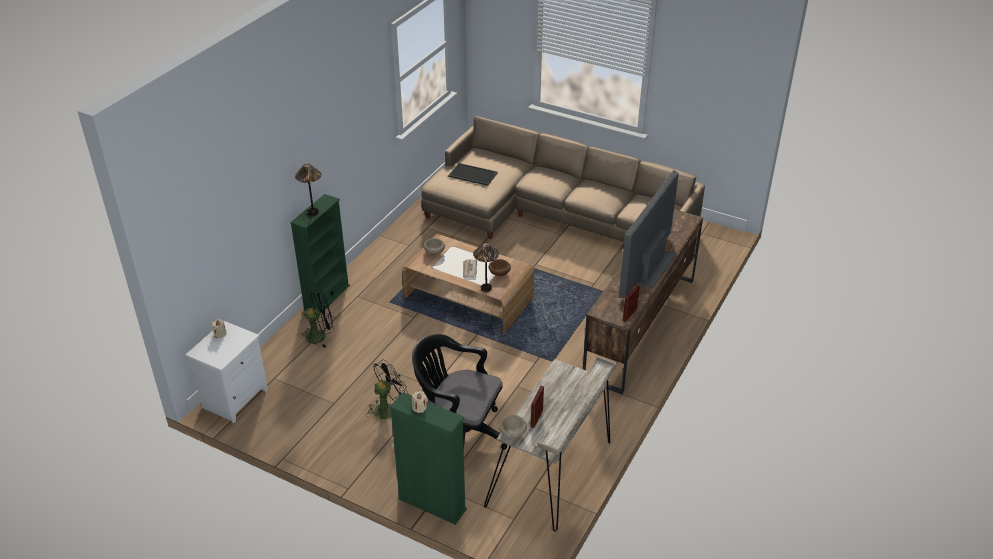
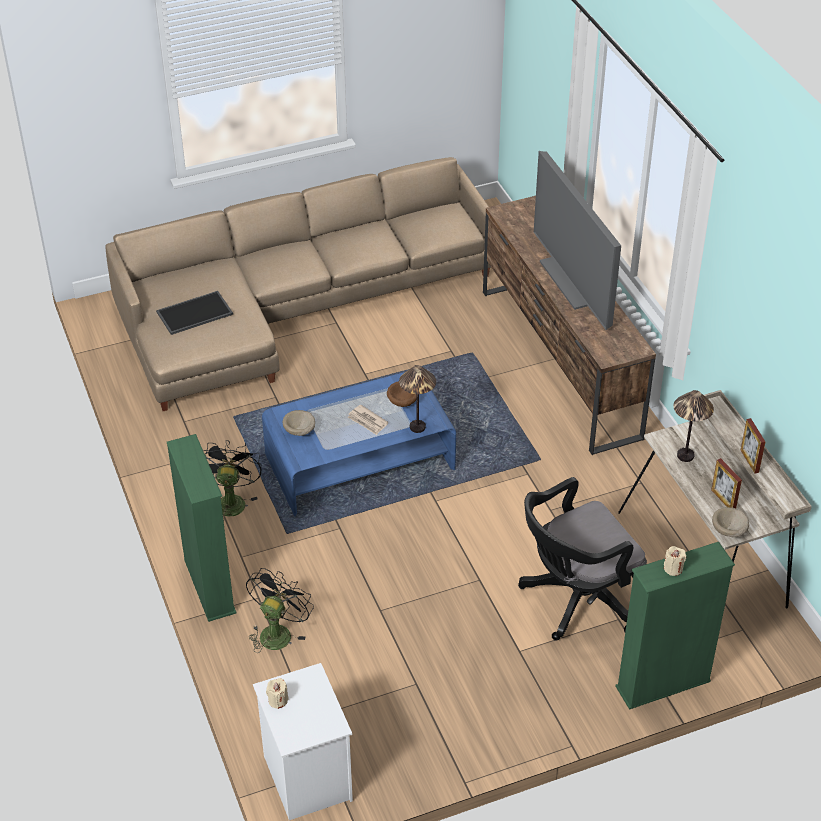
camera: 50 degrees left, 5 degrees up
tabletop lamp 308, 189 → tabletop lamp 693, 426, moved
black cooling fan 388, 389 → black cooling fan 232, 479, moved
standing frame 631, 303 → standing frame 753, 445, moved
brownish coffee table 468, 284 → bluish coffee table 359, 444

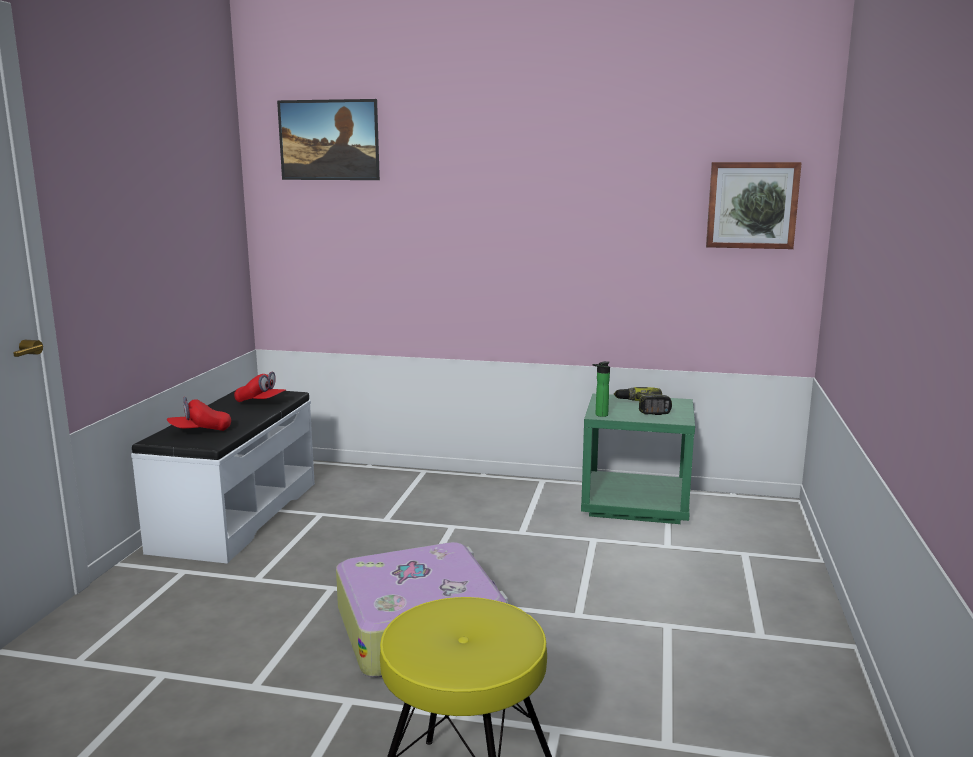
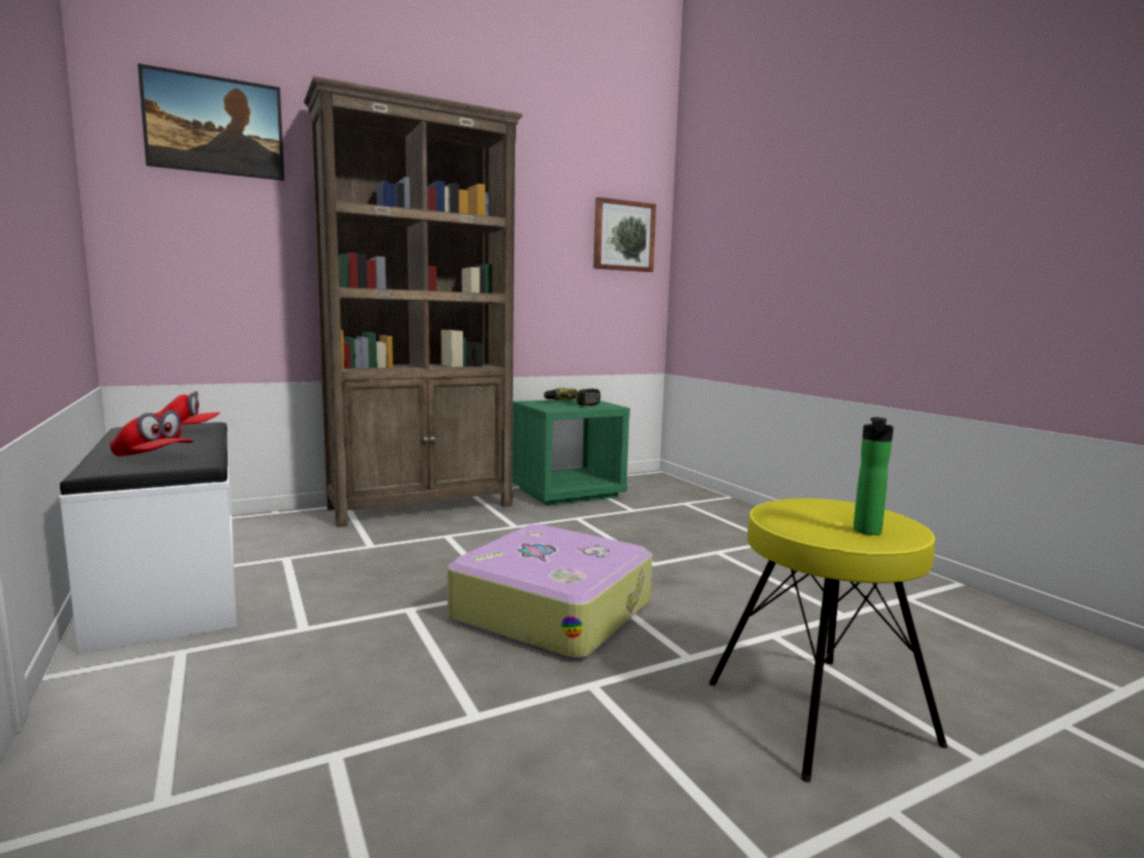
camera: 40 degrees left, 5 degrees down
- → brownish bookcase 413, 301
bottle 601, 389 → bottle 873, 476, moved
red peaked cap 199, 414 → red peaked cap 152, 433, 90 degrees counterclockwise

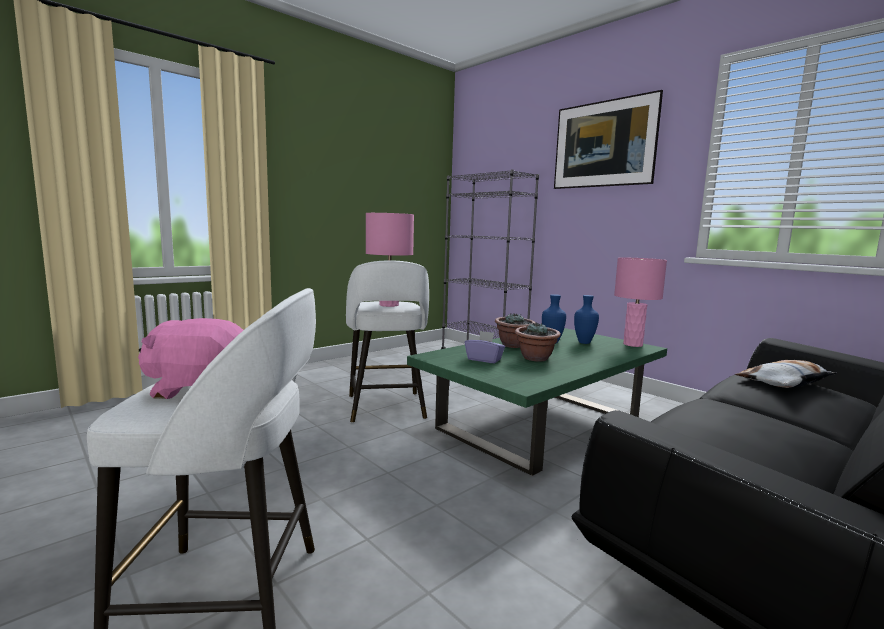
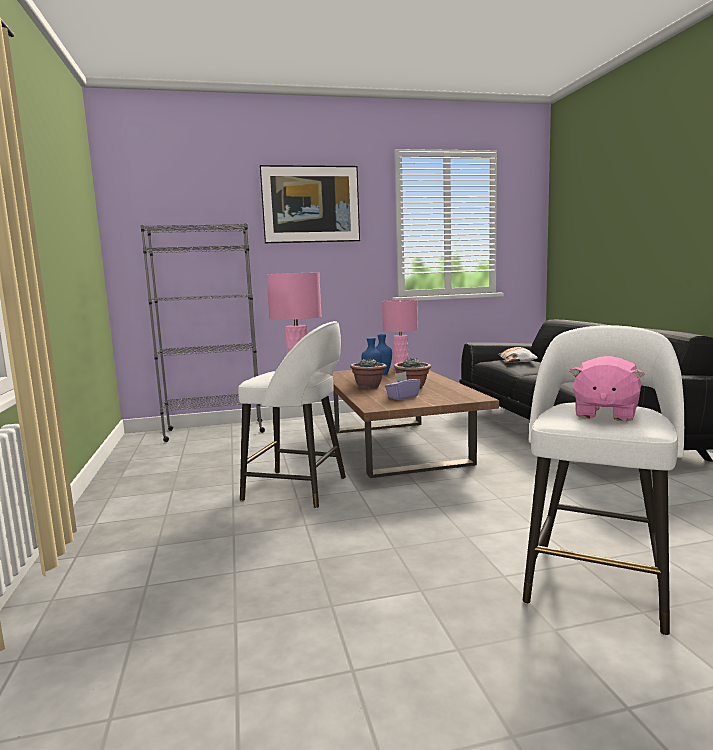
camera: 60 degrees left, 0 degrees up
greenish coffee table 537, 402 → brownish coffee table 415, 422

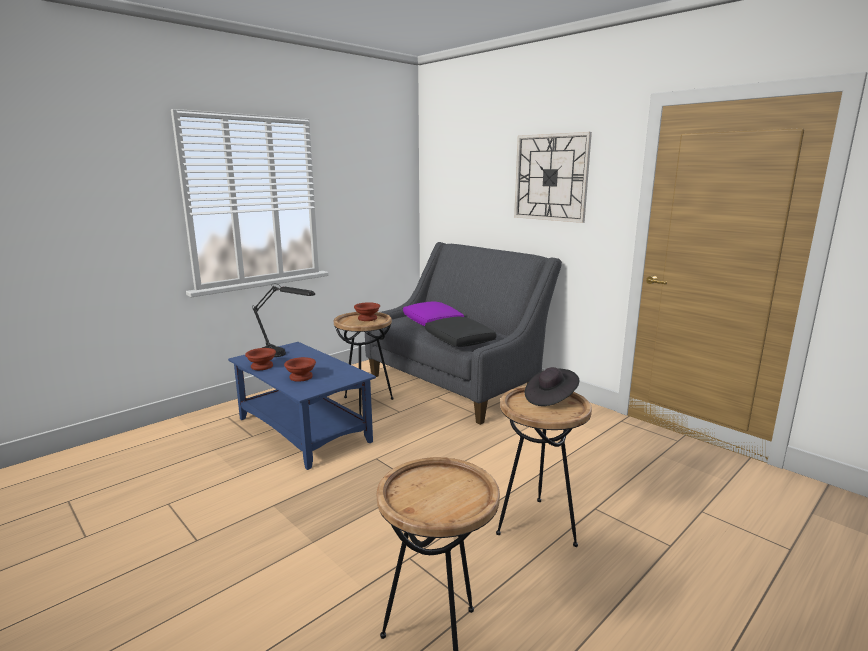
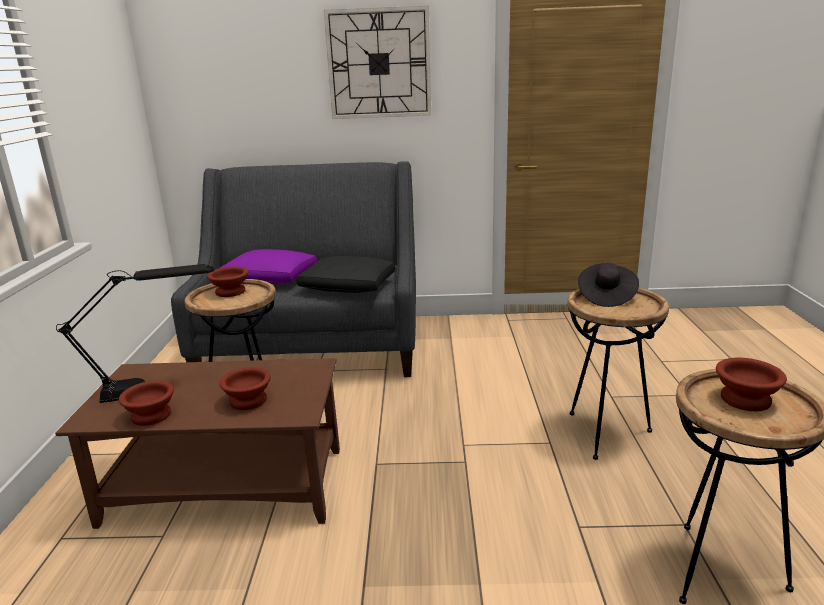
camera: 45 degrees left, 5 degrees up
- → brownish serving bowl 751, 384
bluish coffee table 302, 406 → brownish coffee table 197, 443

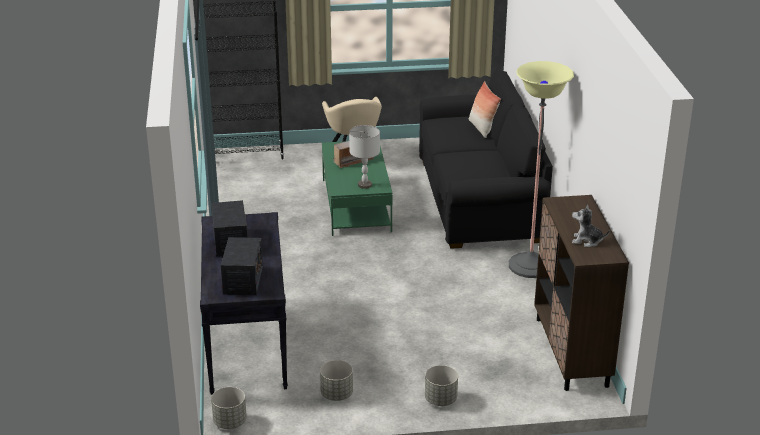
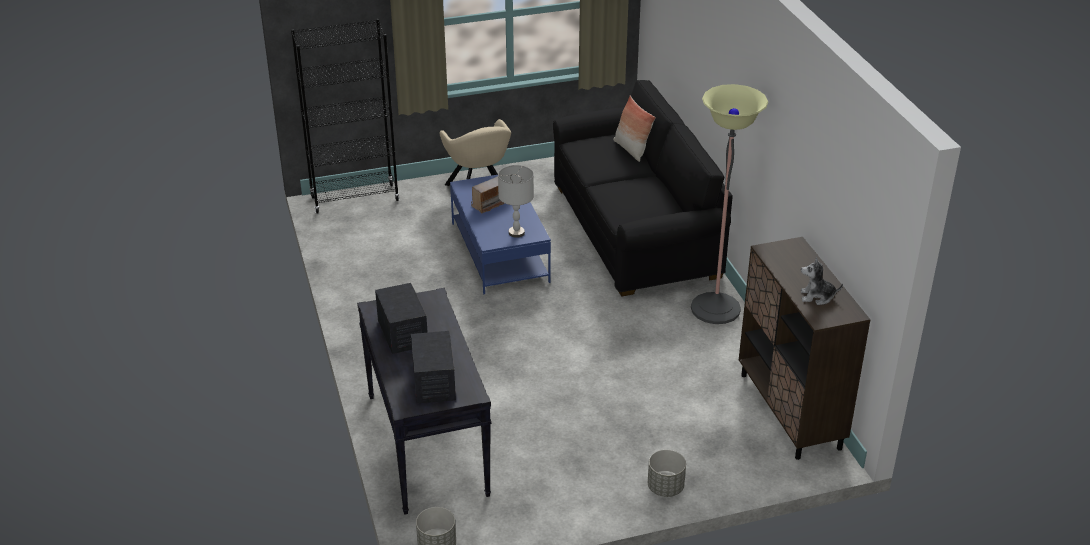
camera: 10 degrees left, 5 degrees up
greyish planter 336, 380 → -
greenish coffee table 357, 188 → bluish coffee table 500, 235

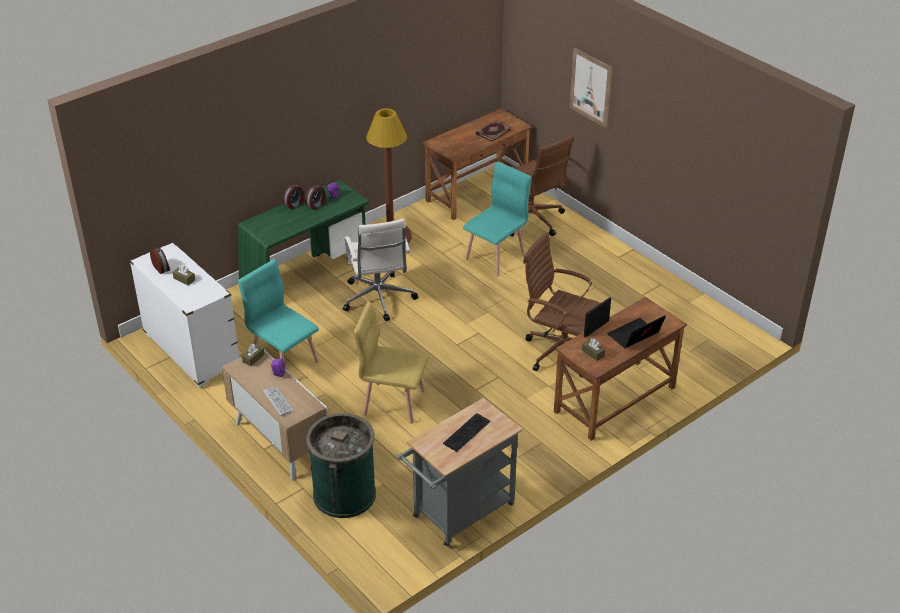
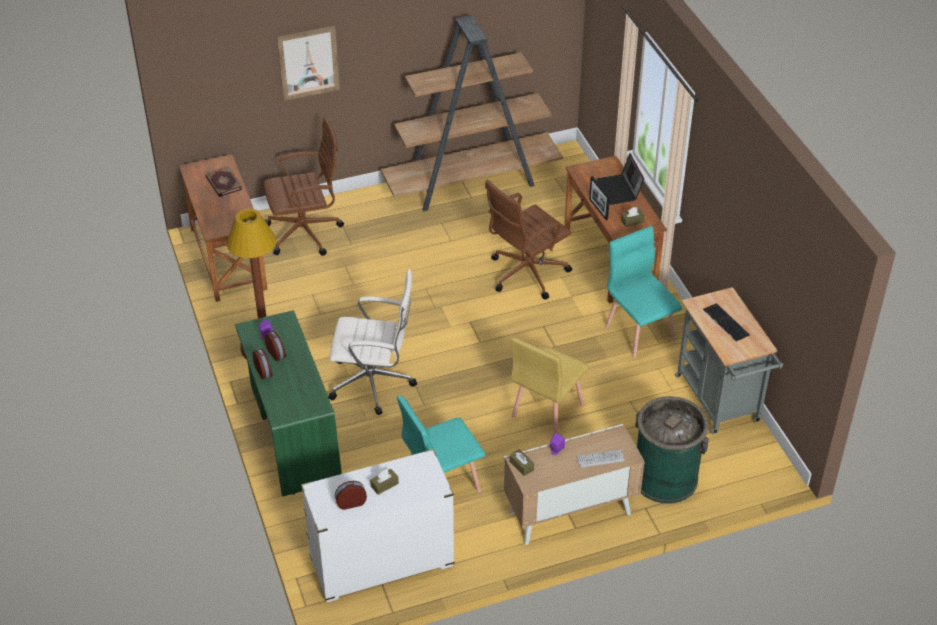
camera: 70 degrees left, 5 degrees up
- → brownish bookcase 472, 113
blue-green plain chair 497, 219 → blue-green plain chair 643, 292, moved

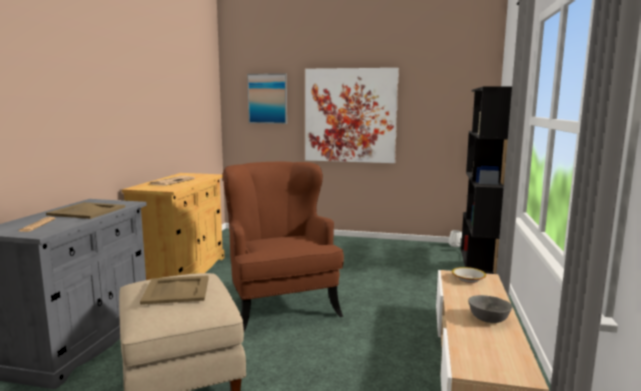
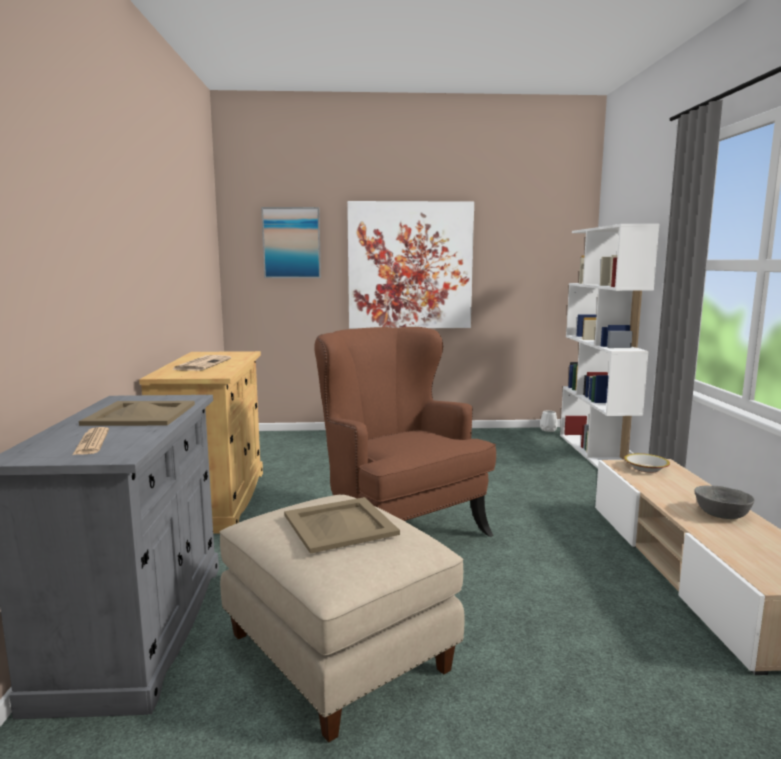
camera: 15 degrees left, 0 degrees up
black bookcase 486, 180 → white-coloured bookcase 610, 346

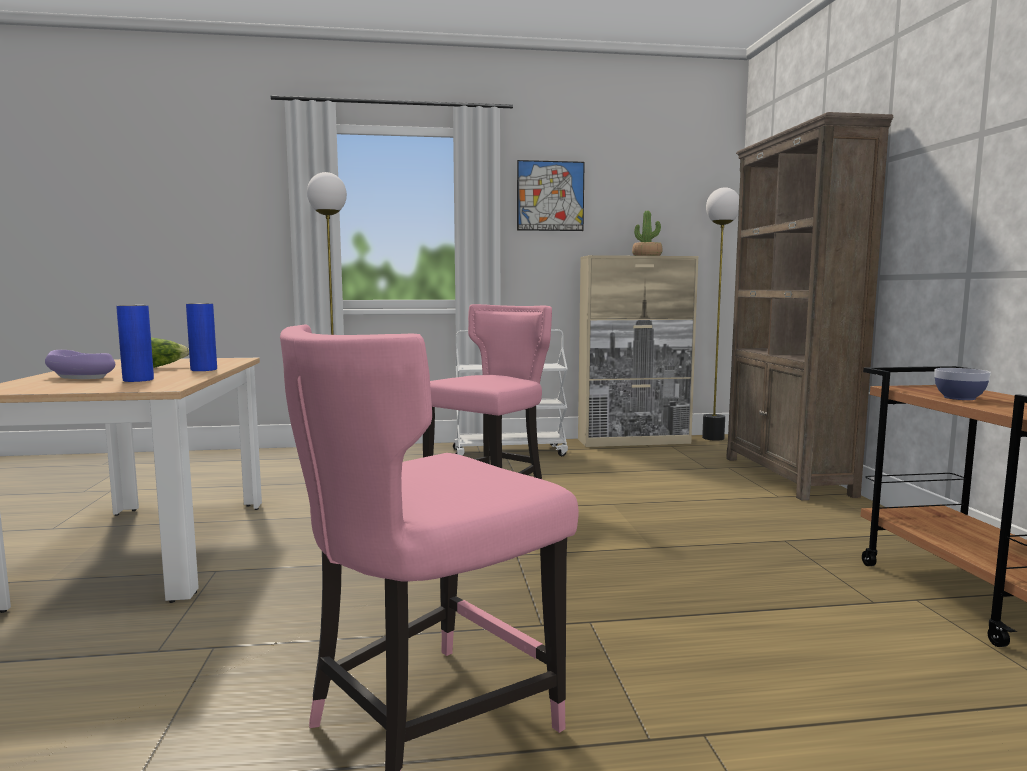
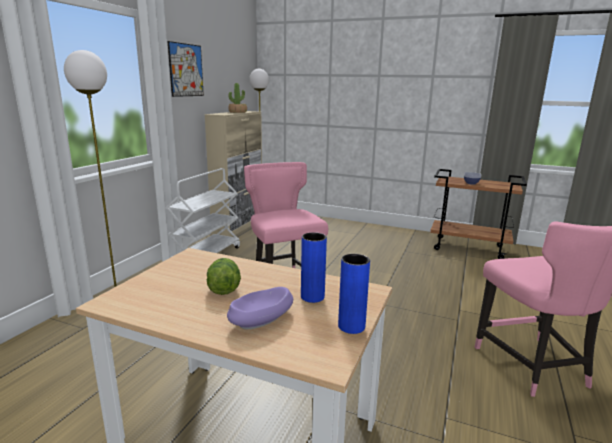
camera: 60 degrees left, 10 degrees up
brownish bookcase 809, 306 → -
bluish decorative vase 201, 337 → bluish decorative vase 354, 294, moved

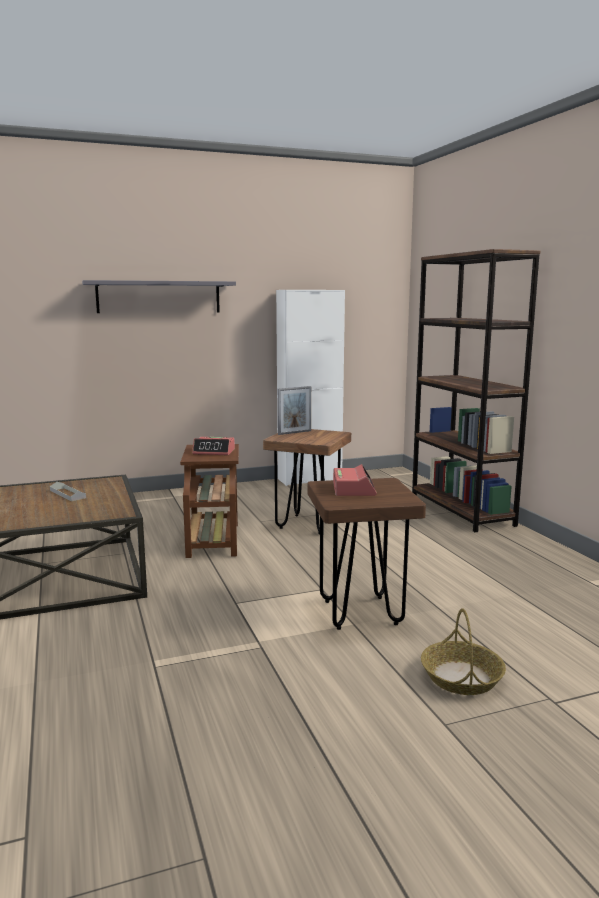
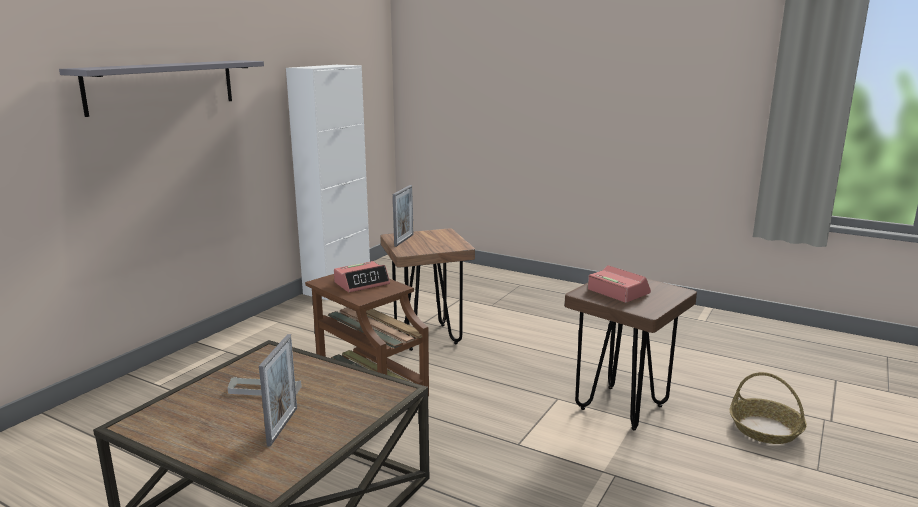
camera: 40 degrees left, 5 degrees up
brownish bookcase 476, 390 → -
- → standing frame 278, 390

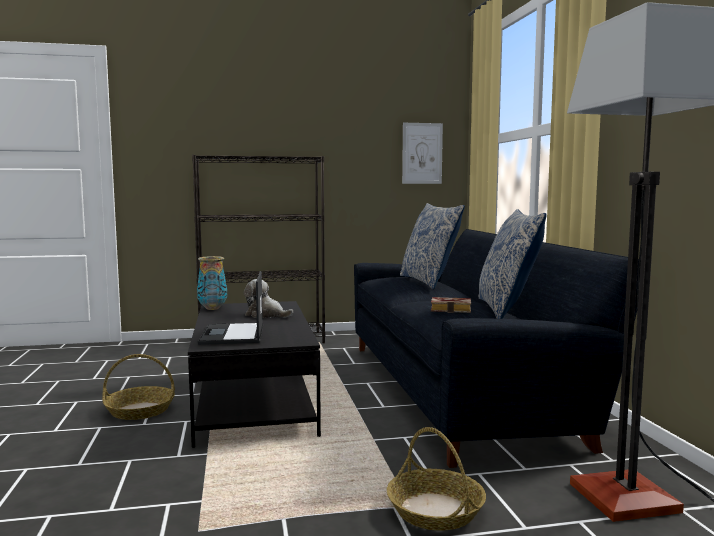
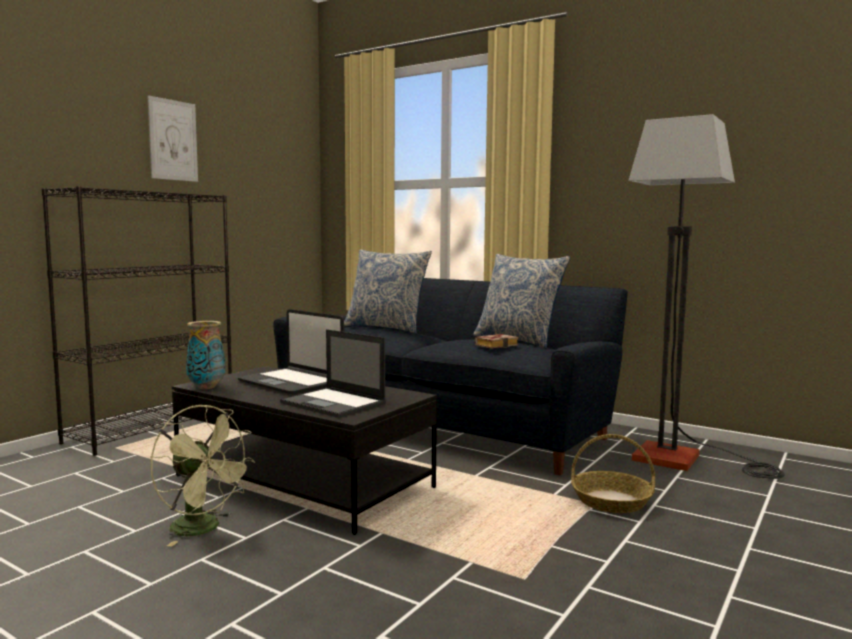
camera: 45 degrees left, 0 degrees up
picture 422, 153 → picture 173, 138, moved
storage basket 138, 387 → greenish cooling fan 203, 475
plush toy 268, 298 → notebook computer 291, 352

